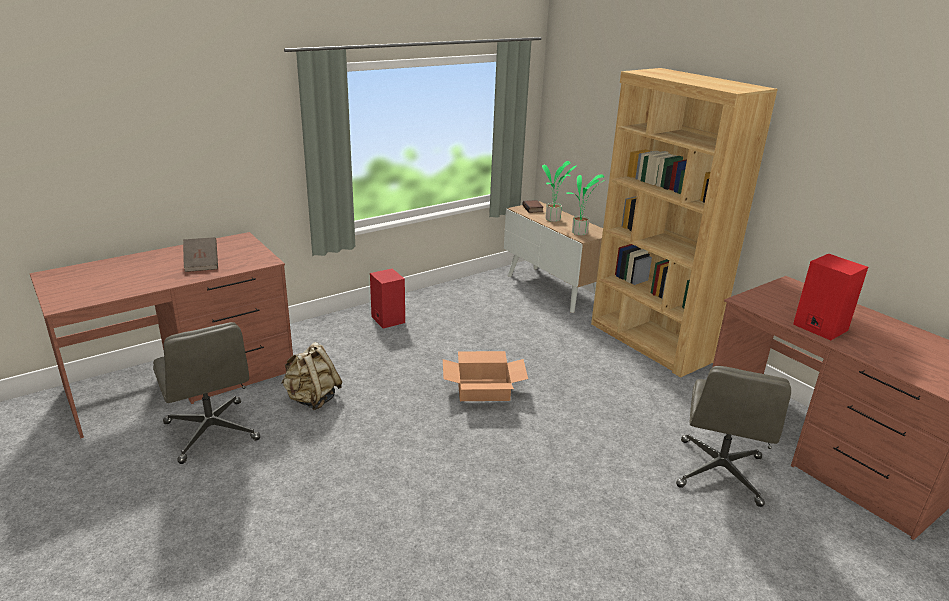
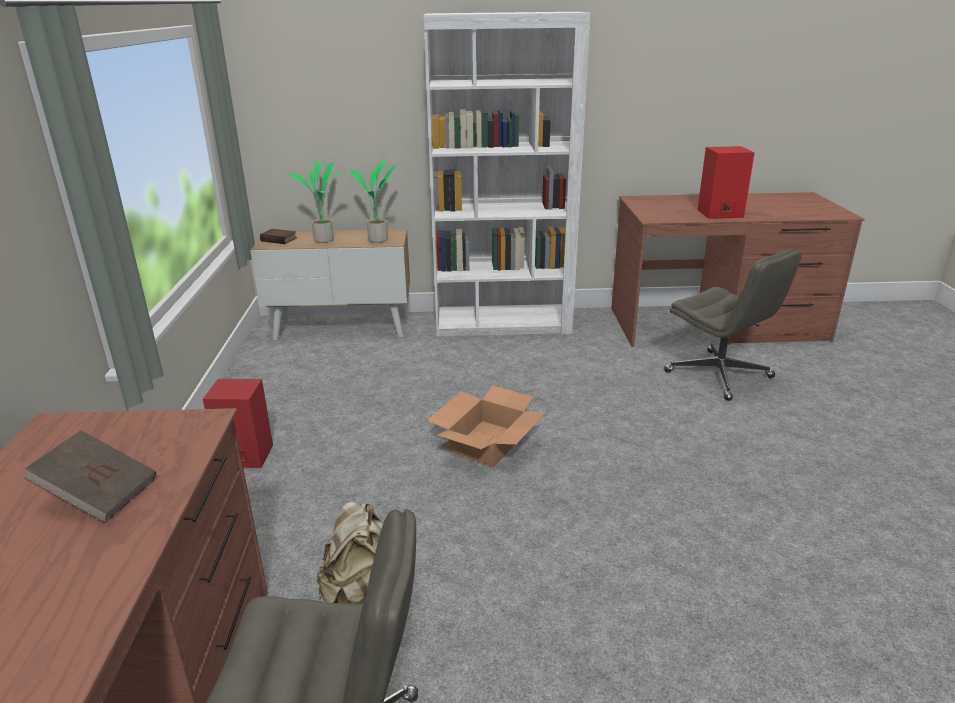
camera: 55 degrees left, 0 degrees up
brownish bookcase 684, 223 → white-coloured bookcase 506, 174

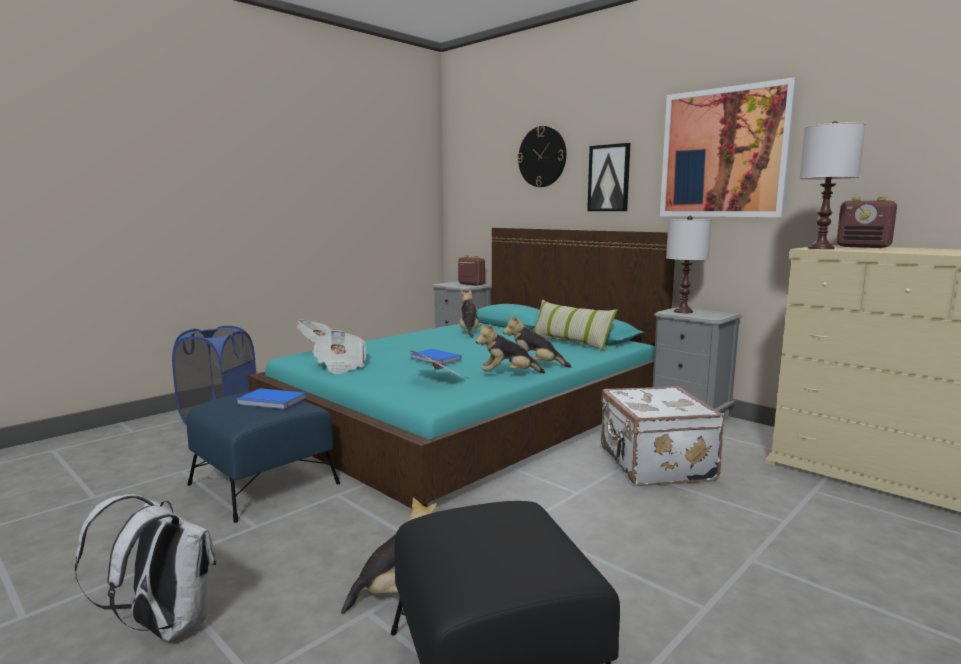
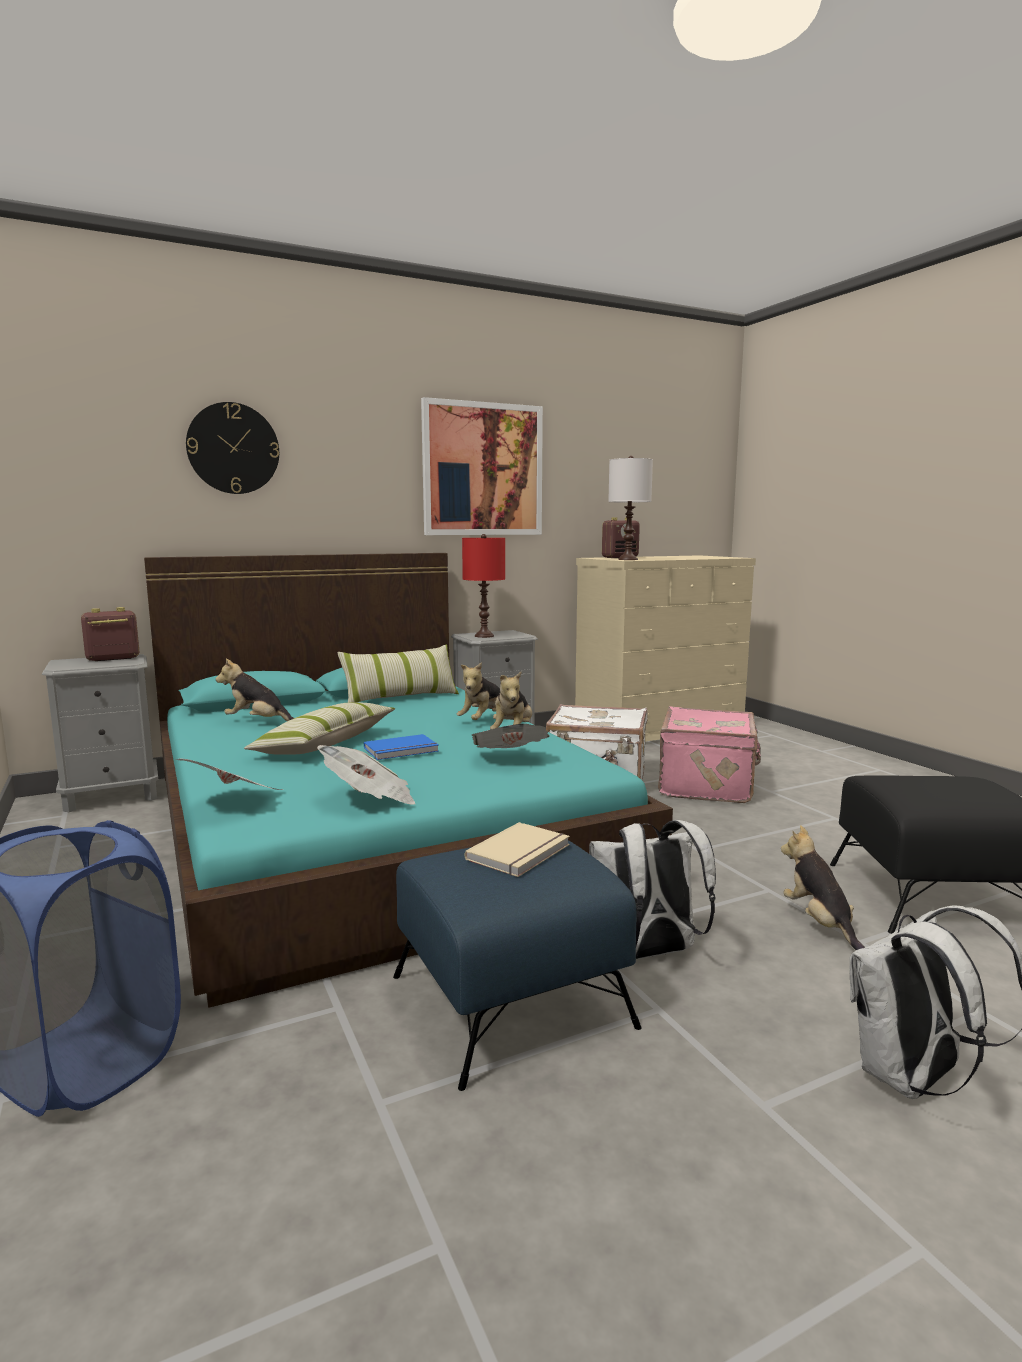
camera: 70 degrees left, 0 degrees up
picture 608, 177 → -
- → throw pillow 319, 728
- → white-coloured knapsack 652, 889
- → pink suitcase 709, 754
bluish book 271, 398 → beige-coloured book 517, 849
white-coloured tabletop lamp 688, 264 → red tabletop lamp 483, 586

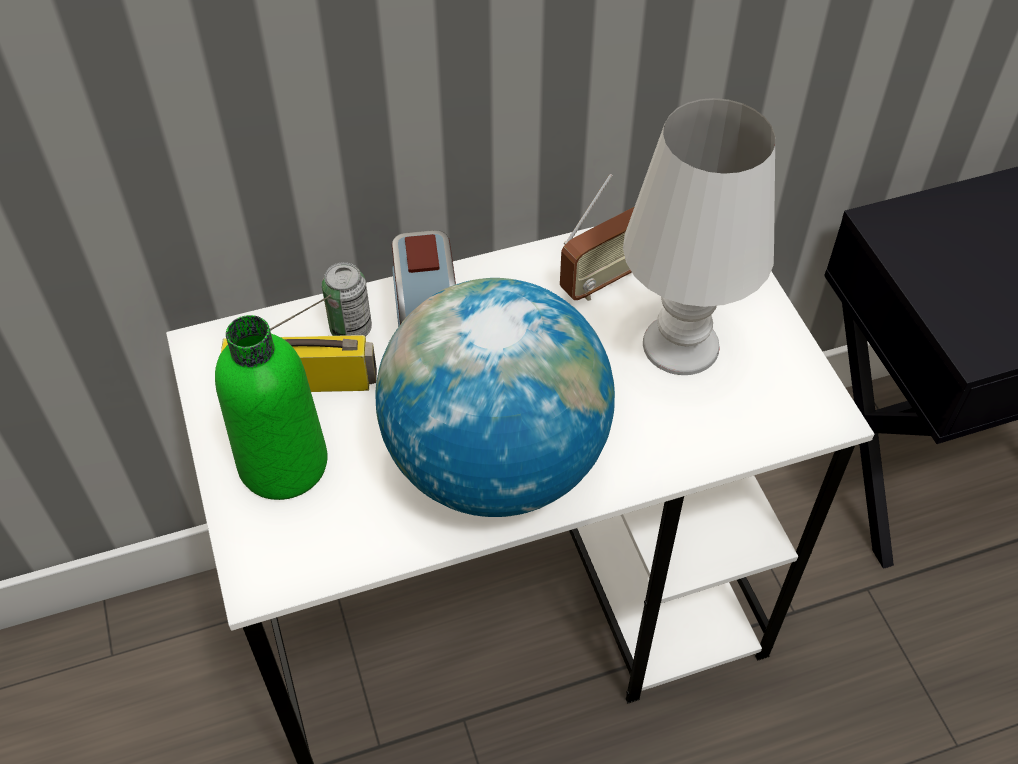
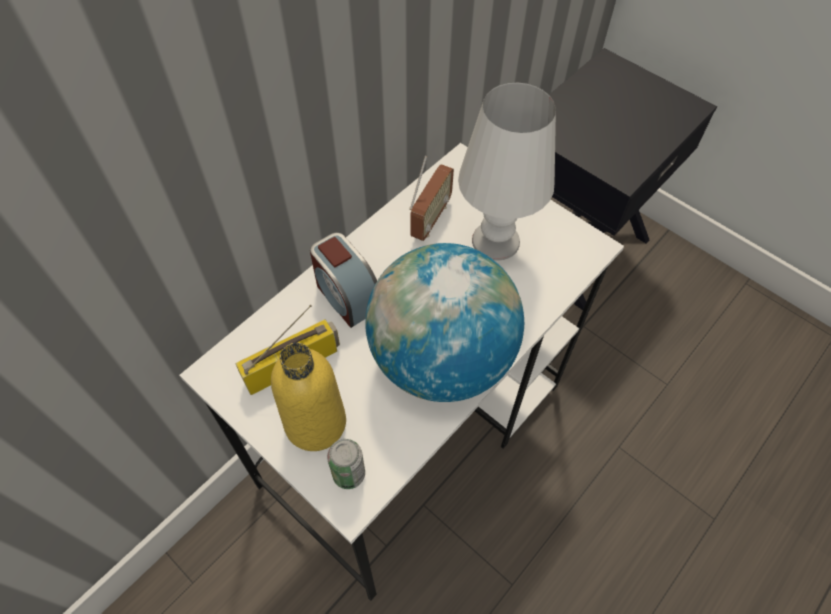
camera: 30 degrees left, 5 degrees up
can 347, 299 → can 346, 464, moved
greenish bottle 271, 407 → yellow bottle 308, 396

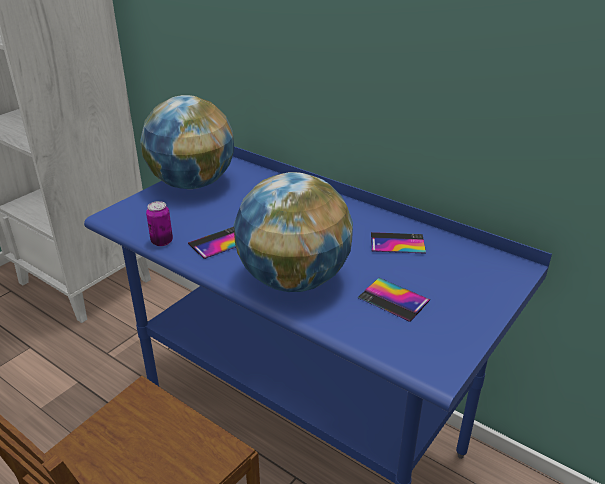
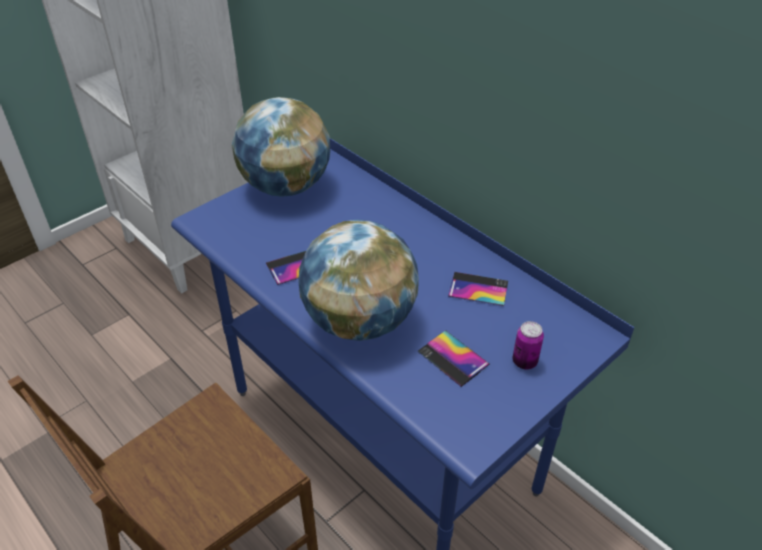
camera: 10 degrees right, 10 degrees up
can 159, 223 → can 528, 345, moved

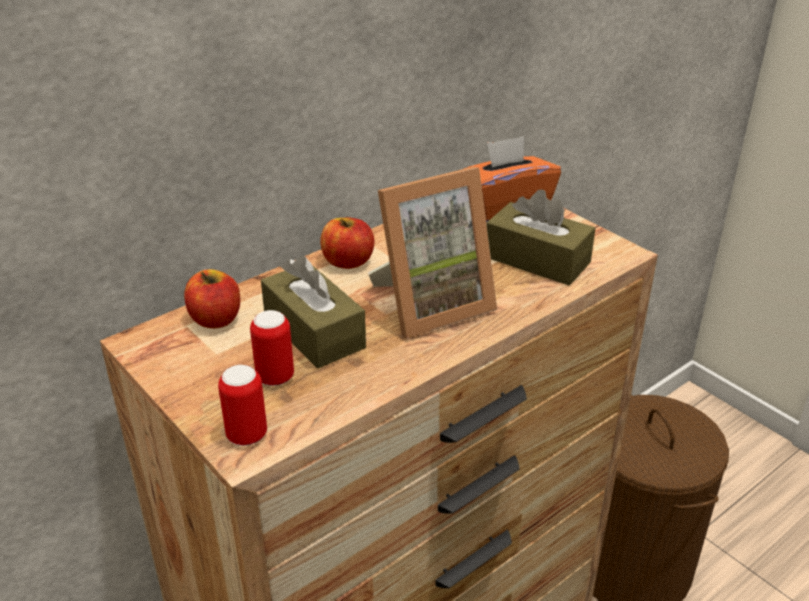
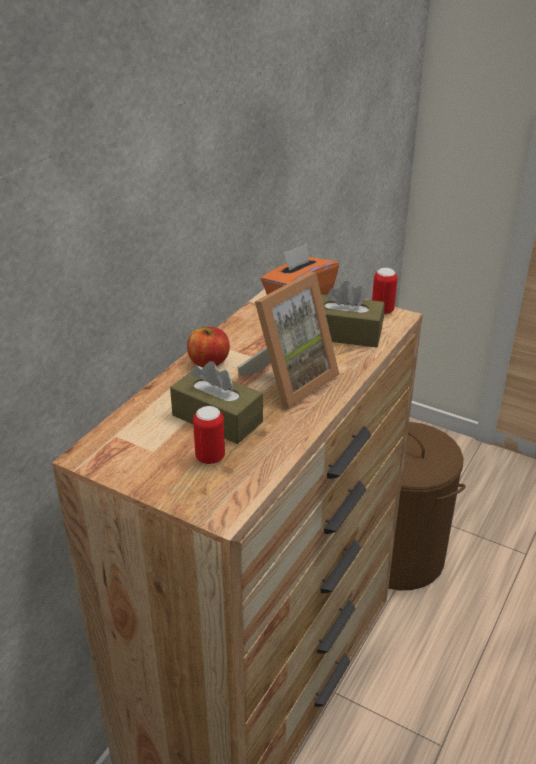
camera: 20 degrees left, 0 degrees up
whole apple 212, 298 → -
can 242, 405 → can 385, 291, moved

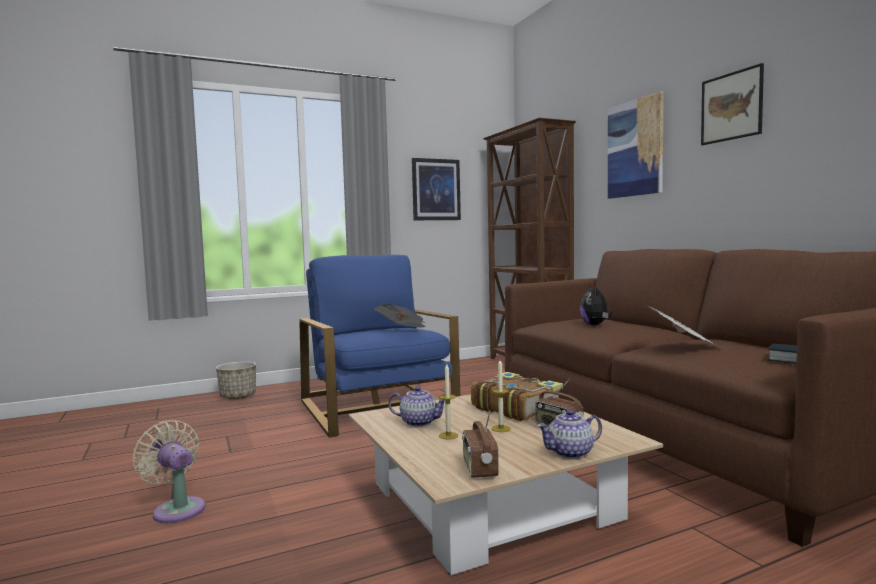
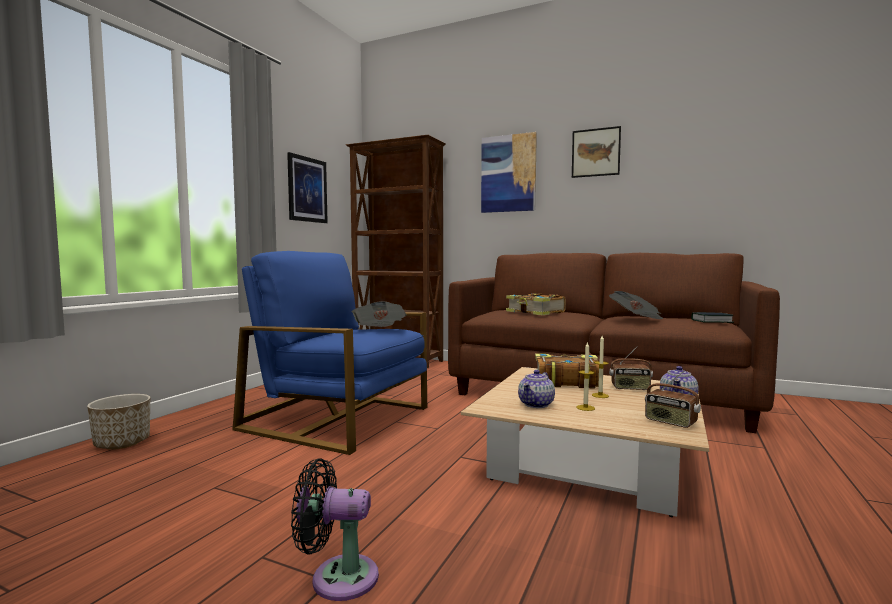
camera: 40 degrees left, 0 degrees up
plush toy 596, 305 → book 536, 304
beige-coloured cooling fan 168, 471 → black cooling fan 335, 529
pot for tea 416, 406 → pot for tea 536, 389, 150 degrees clockwise

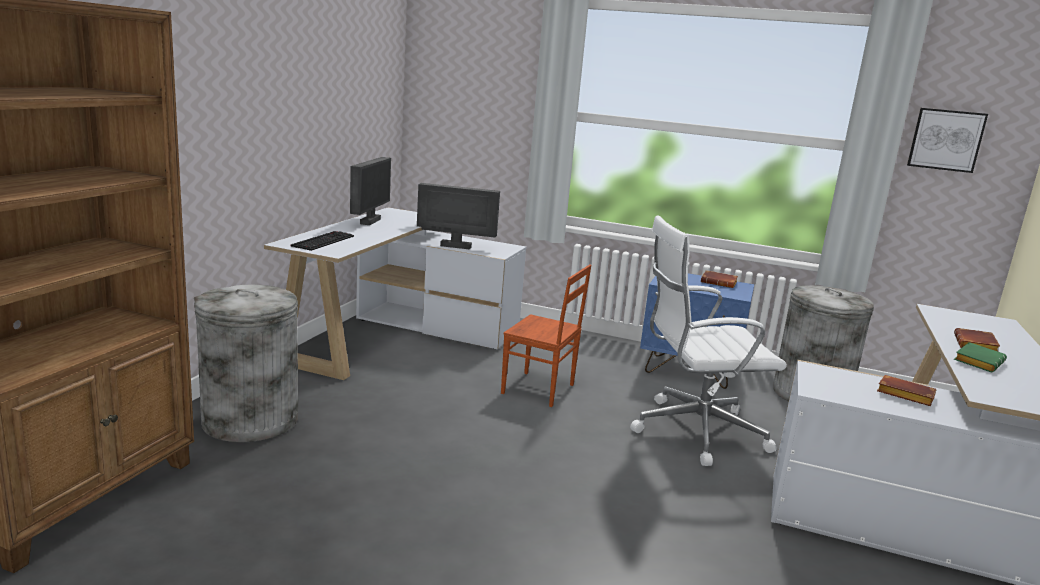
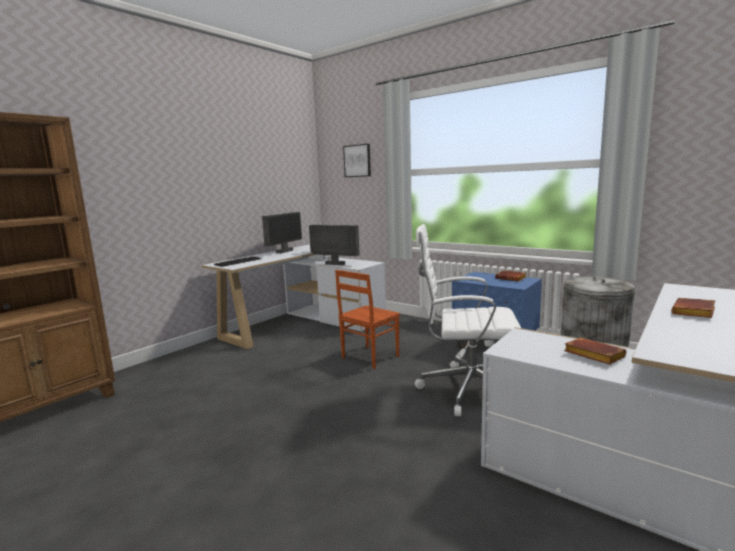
camera: 20 degrees right, 5 degrees down
greyish rubbish bin 246, 363 → -
greenish book 980, 357 → -
picture 947, 140 → picture 357, 160, moved
brownish plain chair 546, 335 → brownish plain chair 367, 319, 90 degrees clockwise

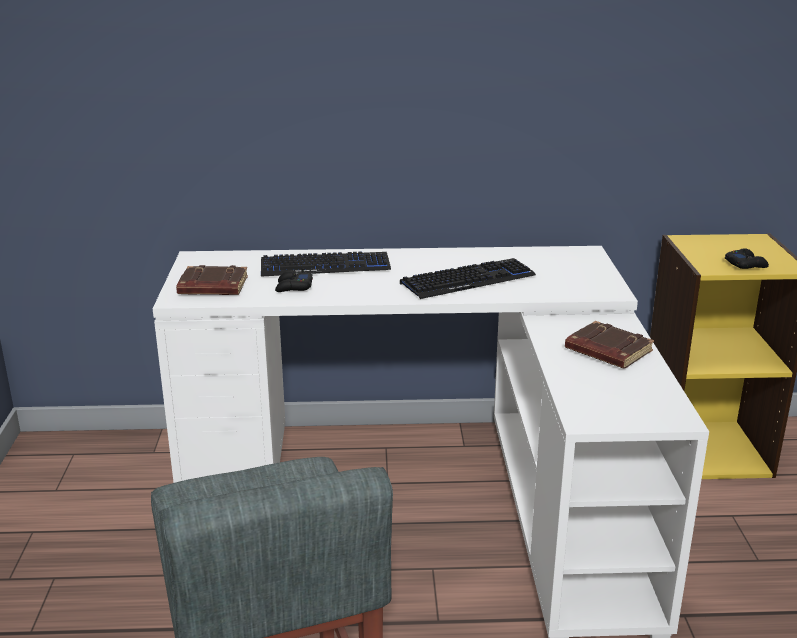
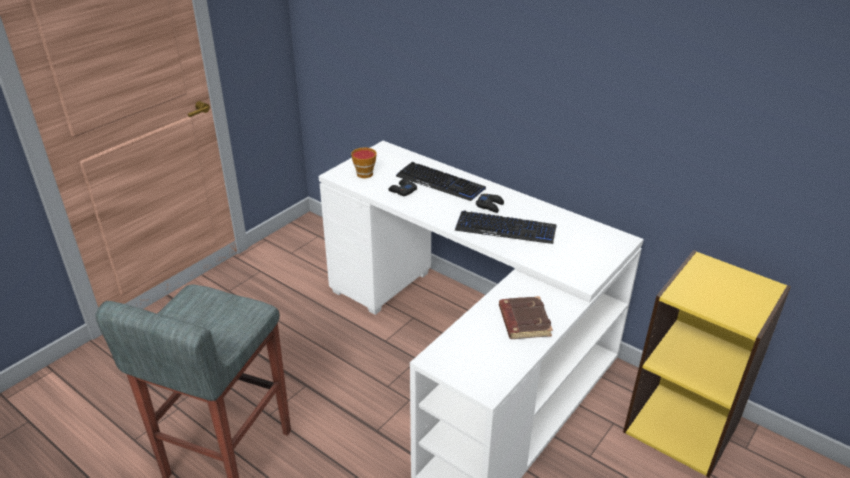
camera: 40 degrees right, 10 degrees up
black joypad 747, 258 → black joypad 490, 203, moved
brownish book 212, 280 → small cup 364, 163

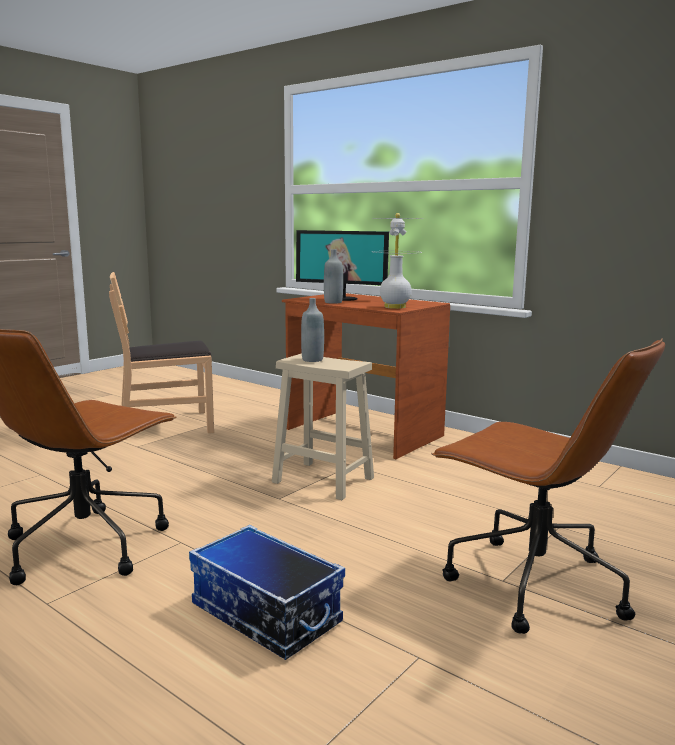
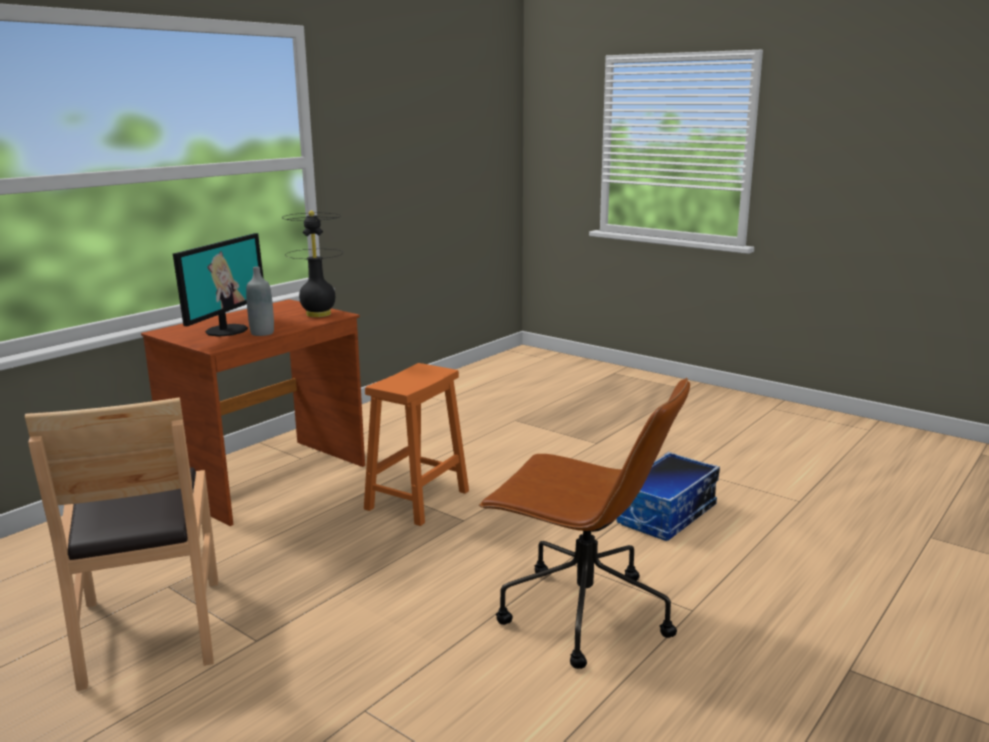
camera: 90 degrees left, 5 degrees up
greyish bottle 312, 330 → -
brownish office chair 548, 486 → -
beige-coloured stool seat 323, 427 → orangey stool seat 416, 444
white-coloured tabletop lamp 397, 261 → black tabletop lamp 312, 264

